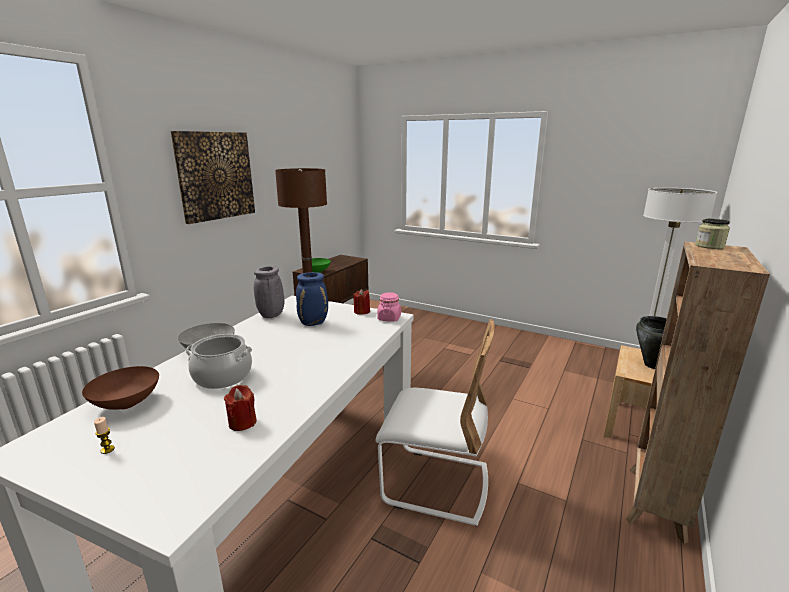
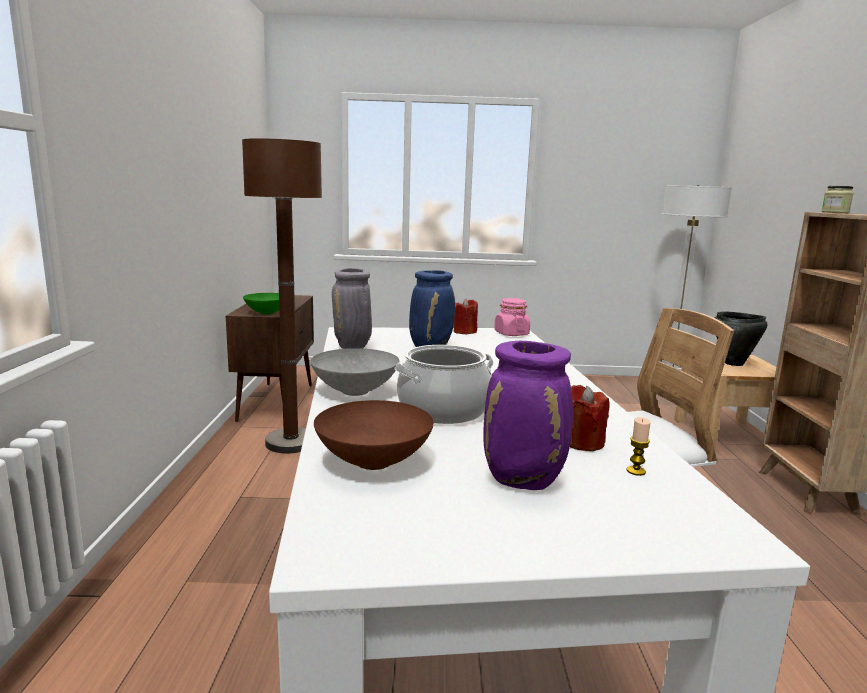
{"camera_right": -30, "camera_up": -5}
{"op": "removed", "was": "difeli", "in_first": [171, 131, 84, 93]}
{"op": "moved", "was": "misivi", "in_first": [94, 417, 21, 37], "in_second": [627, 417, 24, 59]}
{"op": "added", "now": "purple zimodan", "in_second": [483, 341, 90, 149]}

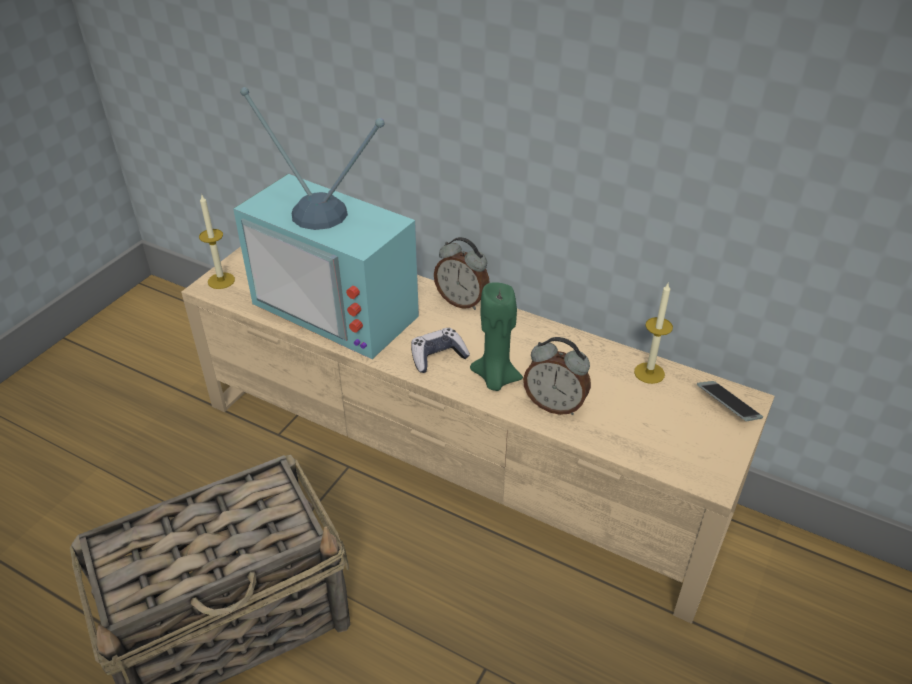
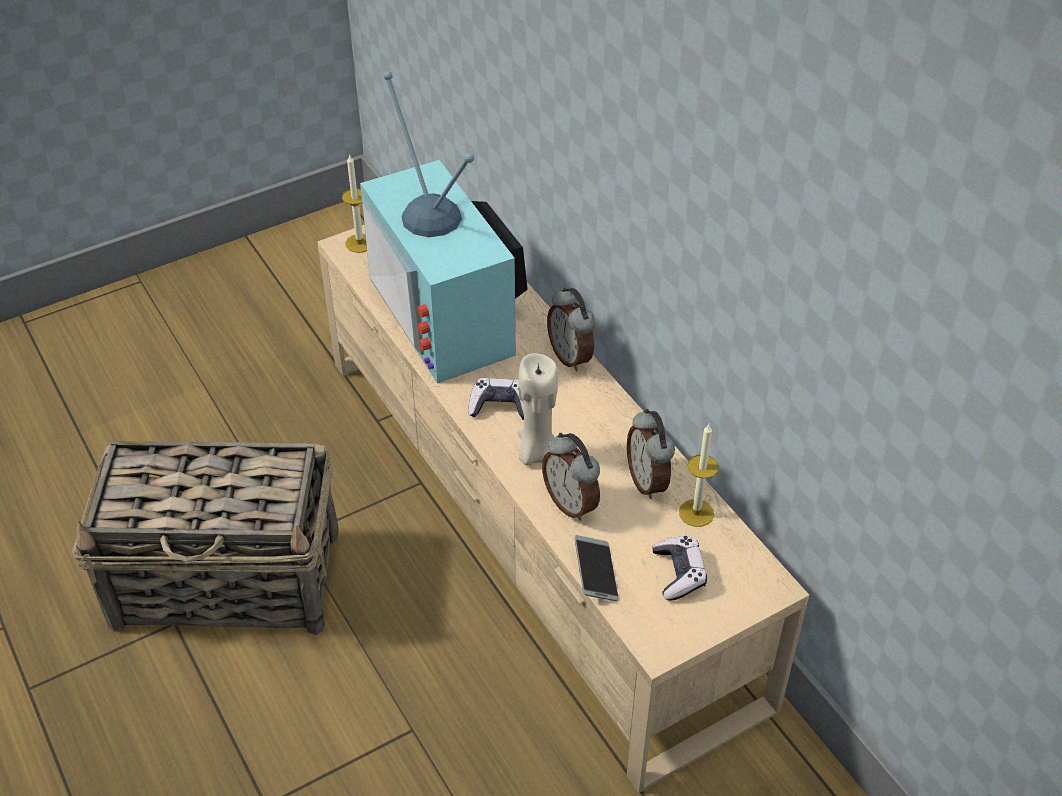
{"camera_right": 30, "camera_up": 5}
{"op": "recoloured", "was": "green misivi", "now": "beige misivi", "in_first": [470, 282, 53, 109], "in_second": [518, 353, 40, 113]}
{"op": "moved", "was": "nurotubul", "in_first": [697, 381, 66, 40], "in_second": [574, 535, 45, 67]}
{"op": "added", "now": "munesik", "in_second": [627, 409, 48, 90]}
{"op": "added", "now": "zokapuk", "in_second": [652, 536, 55, 65]}

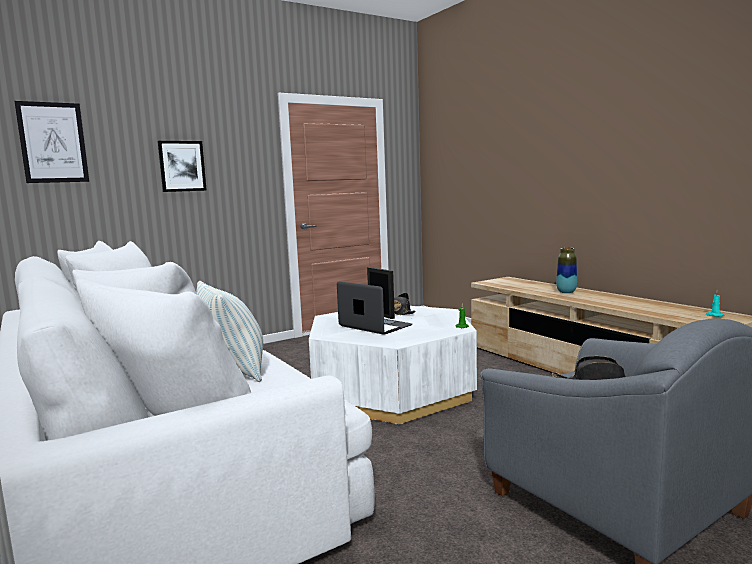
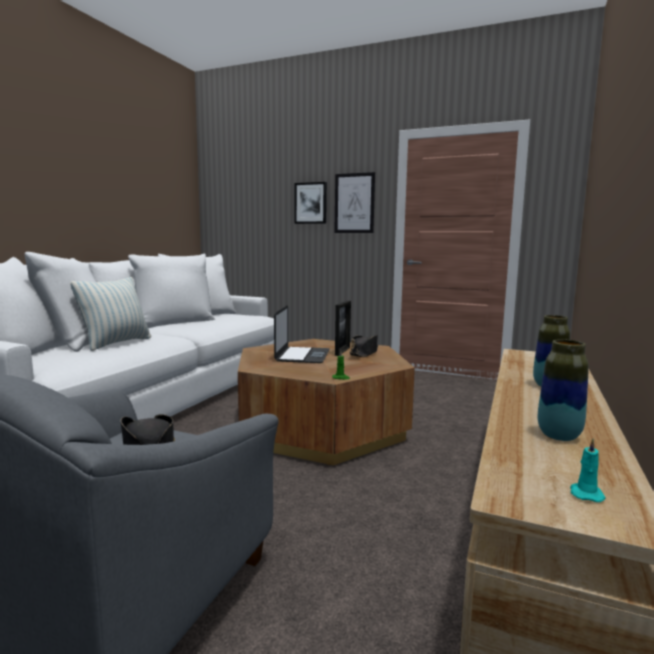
{"camera_right": 55, "camera_up": 0}
{"op": "moved", "was": "difeli", "in_first": [14, 101, 75, 82], "in_second": [335, 172, 40, 61]}
{"op": "recoloured", "was": "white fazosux", "now": "brown fazosux", "in_first": [309, 306, 168, 118], "in_second": [238, 339, 177, 126]}
{"op": "added", "now": "zimodan", "in_second": [538, 339, 51, 102]}

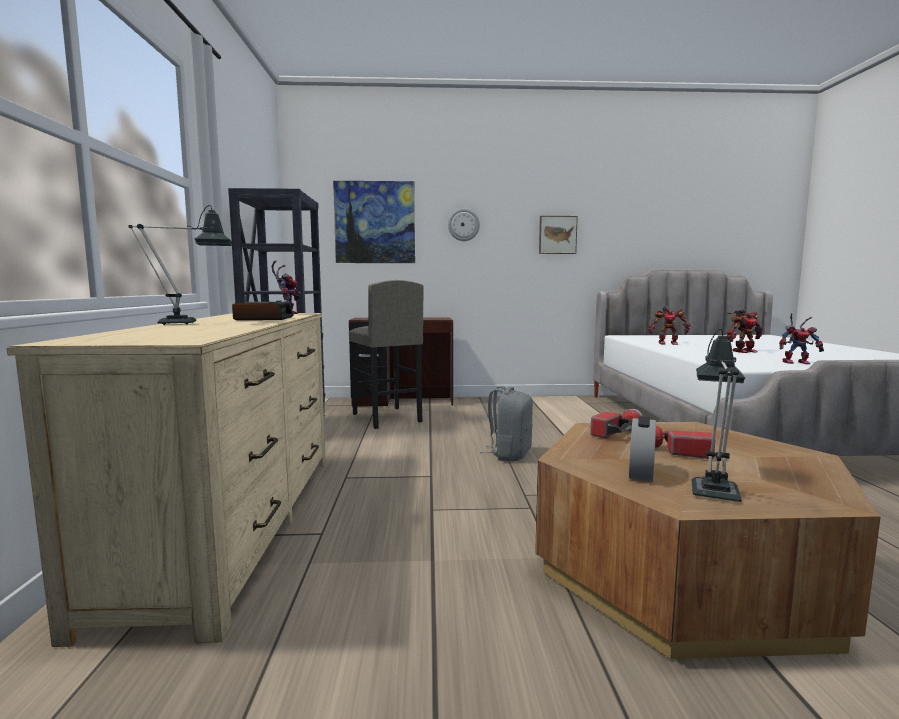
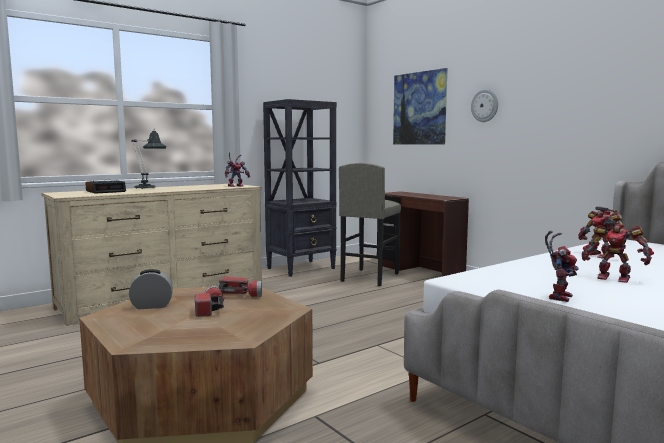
{"camera_right": 55, "camera_up": 0}
{"op": "removed", "was": "difeli", "in_first": [539, 216, 39, 38]}
{"op": "moved", "was": "munesik", "in_first": [232, 300, 62, 20], "in_second": [85, 180, 41, 14]}
{"op": "turned", "was": "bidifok", "in_first": [779, 313, 45, 51], "in_second": [545, 231, 34, 71], "clockwise": -120}
{"op": "removed", "was": "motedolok", "in_first": [692, 329, 53, 173]}
{"op": "removed", "was": "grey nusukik", "in_first": [480, 385, 53, 76]}

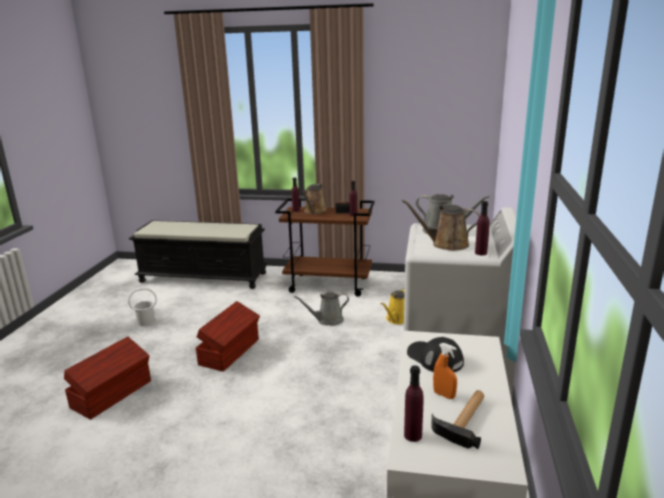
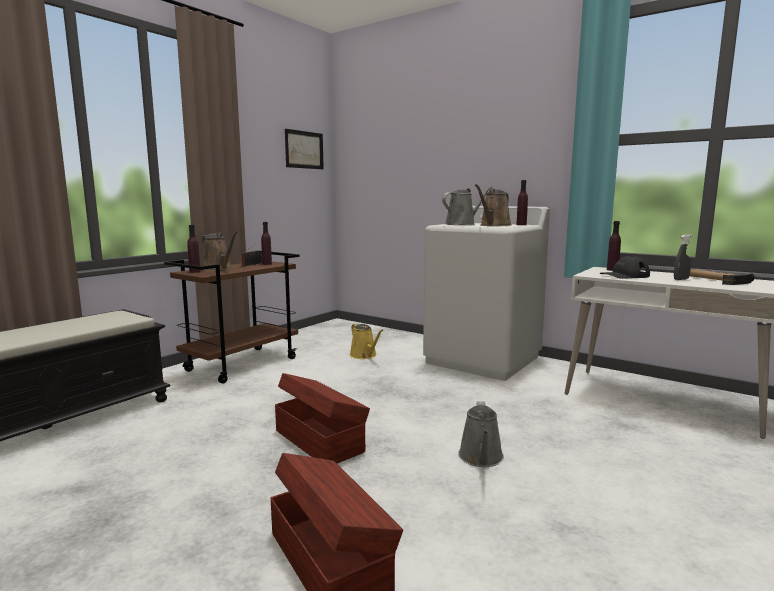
{"camera_right": -65, "camera_up": -10}
{"op": "removed", "was": "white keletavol", "in_first": [128, 288, 29, 38]}
{"op": "moved", "was": "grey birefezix", "in_first": [294, 292, 55, 34], "in_second": [458, 401, 46, 66]}
{"op": "recoloured", "was": "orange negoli", "now": "grey negoli", "in_first": [433, 343, 24, 56], "in_second": [674, 234, 18, 46]}
{"op": "moved", "was": "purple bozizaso", "in_first": [404, 365, 19, 77], "in_second": [607, 221, 14, 50]}
{"op": "added", "now": "difeli", "in_second": [285, 129, 39, 40]}

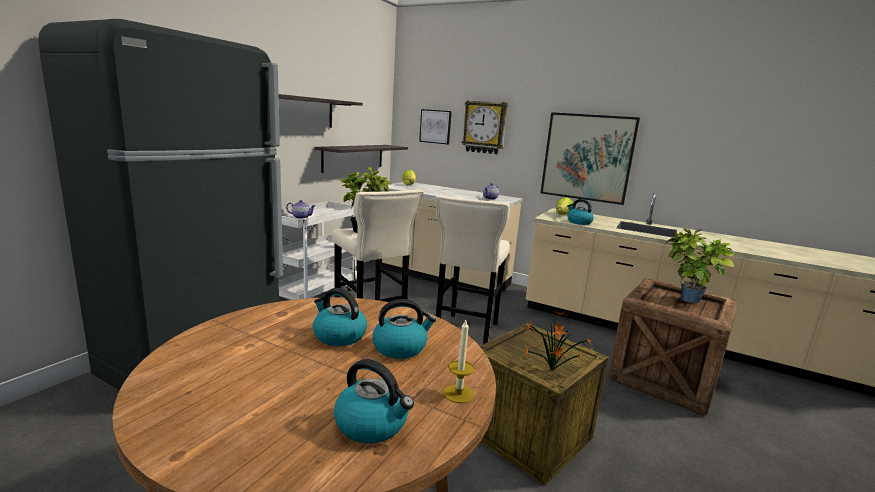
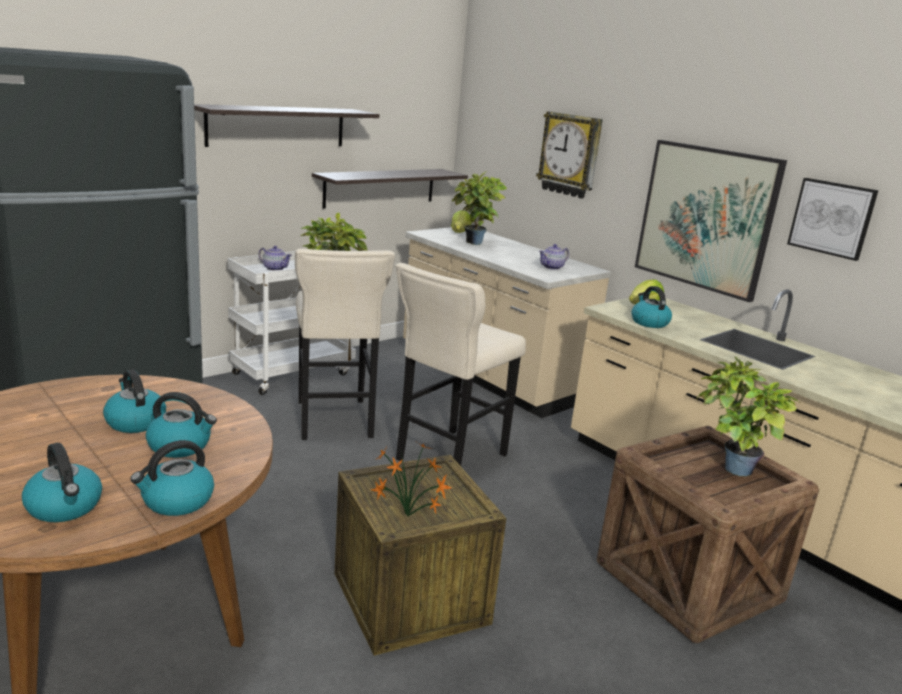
{"camera_right": 20, "camera_up": 5}
{"op": "moved", "was": "difeli", "in_first": [419, 109, 33, 36], "in_second": [787, 178, 92, 83]}
{"op": "replaced", "was": "misivi", "now": "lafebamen", "in_first": [444, 320, 30, 83], "in_second": [130, 440, 84, 76]}
{"op": "added", "now": "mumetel", "in_second": [451, 171, 56, 74]}

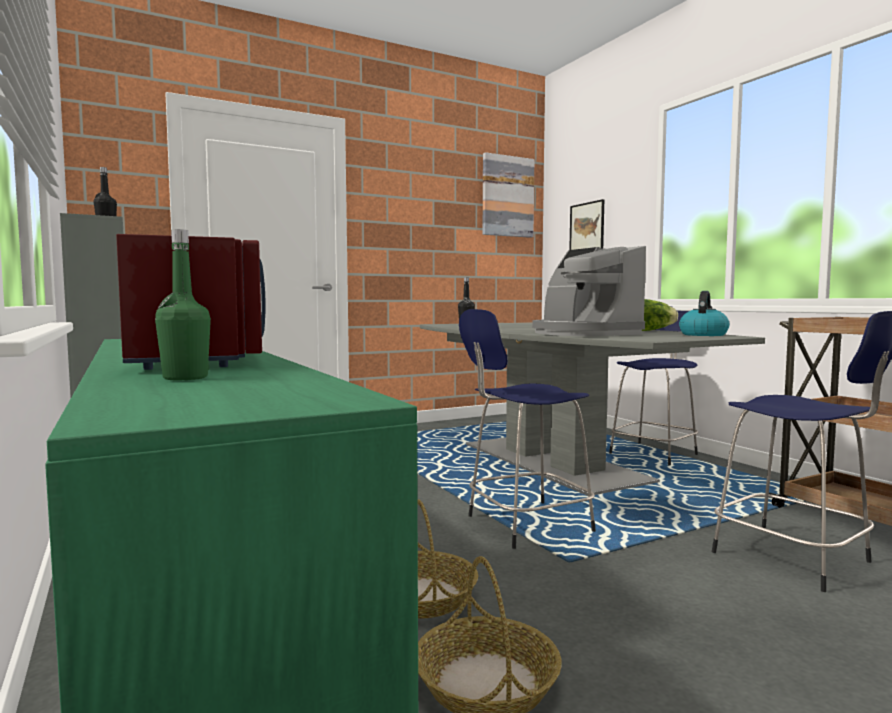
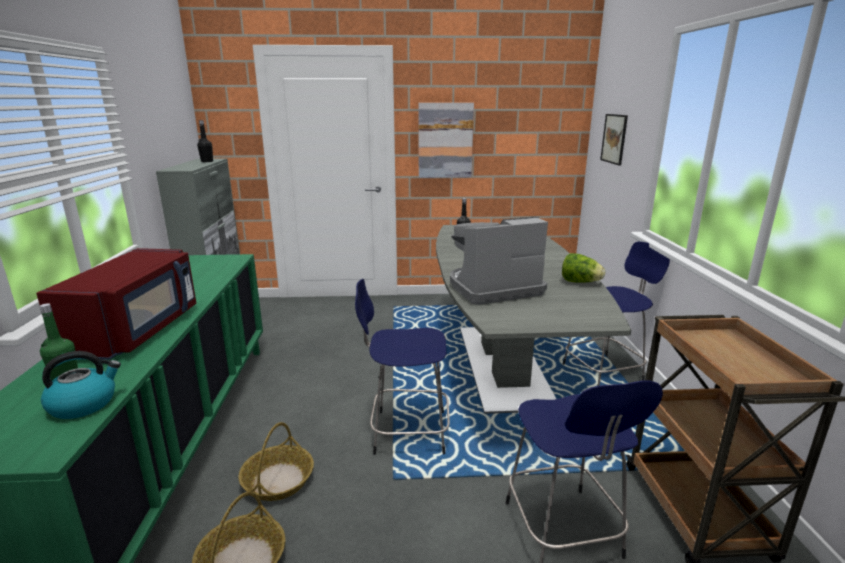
{"camera_right": 25, "camera_up": 15}
{"op": "moved", "was": "difeli", "in_first": [483, 152, 51, 86], "in_second": [418, 103, 56, 75]}
{"op": "turned", "was": "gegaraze", "in_first": [532, 246, 114, 90], "in_second": [450, 216, 98, 89], "clockwise": 75}
{"op": "moved", "was": "lafebamen", "in_first": [679, 291, 51, 45], "in_second": [41, 351, 80, 68]}

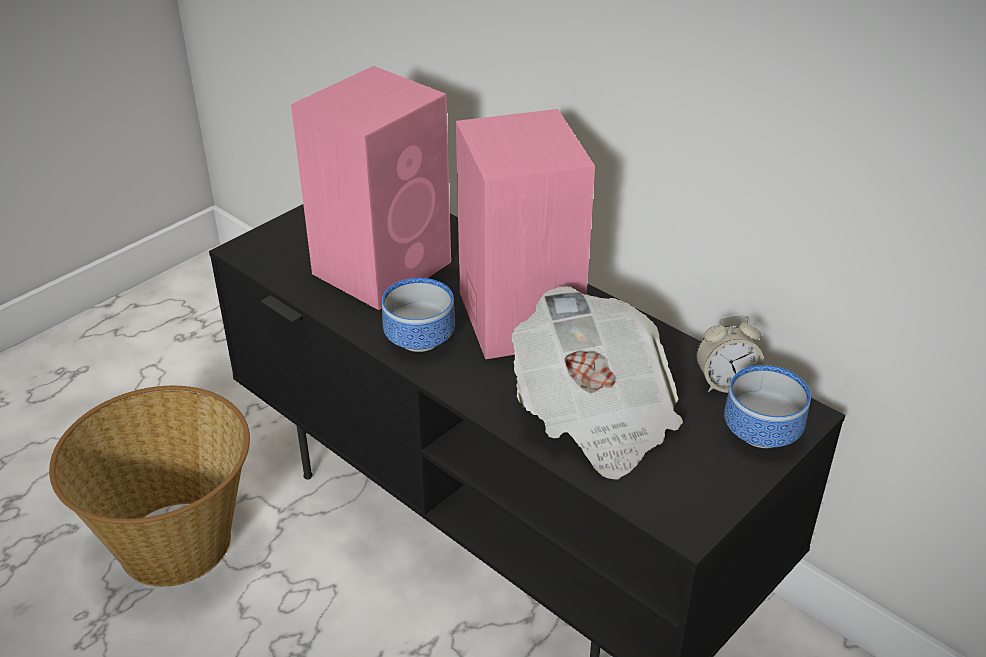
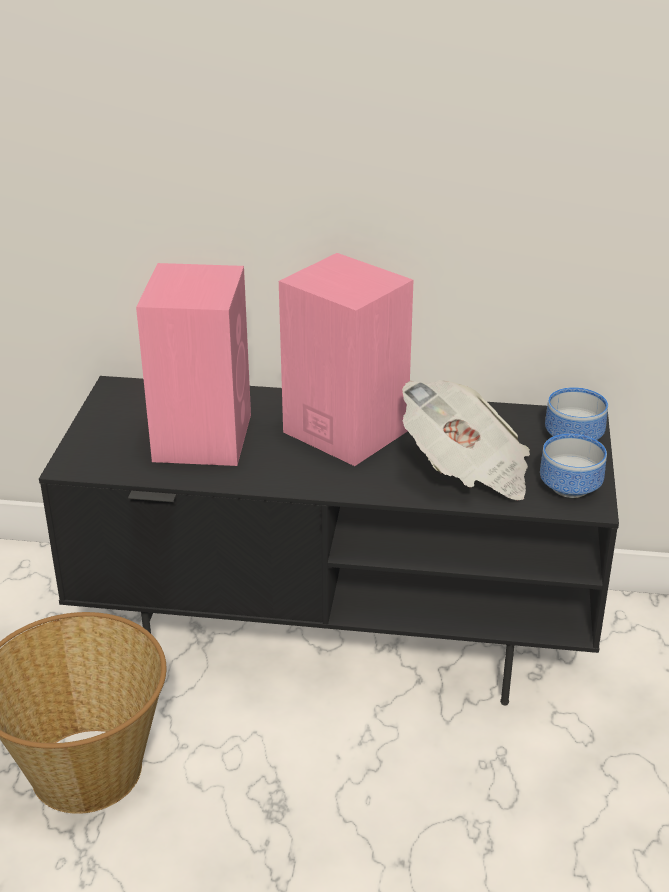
{"camera_right": -35, "camera_up": -5}
{"op": "moved", "was": "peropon", "in_first": [382, 278, 73, 74], "in_second": [540, 434, 67, 64]}
{"op": "removed", "was": "munesik", "in_first": [696, 315, 68, 78]}

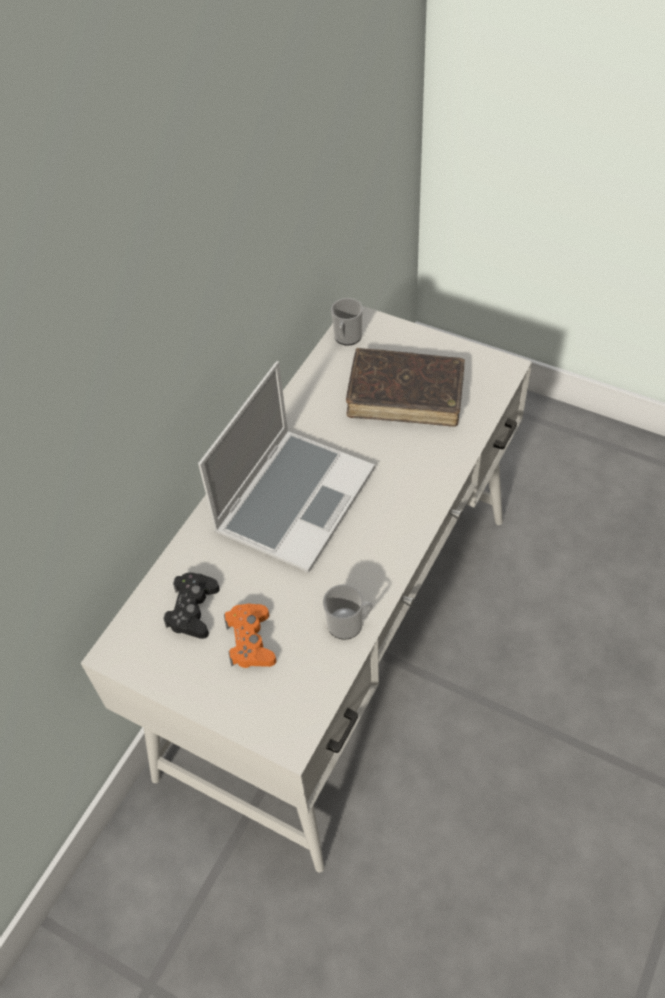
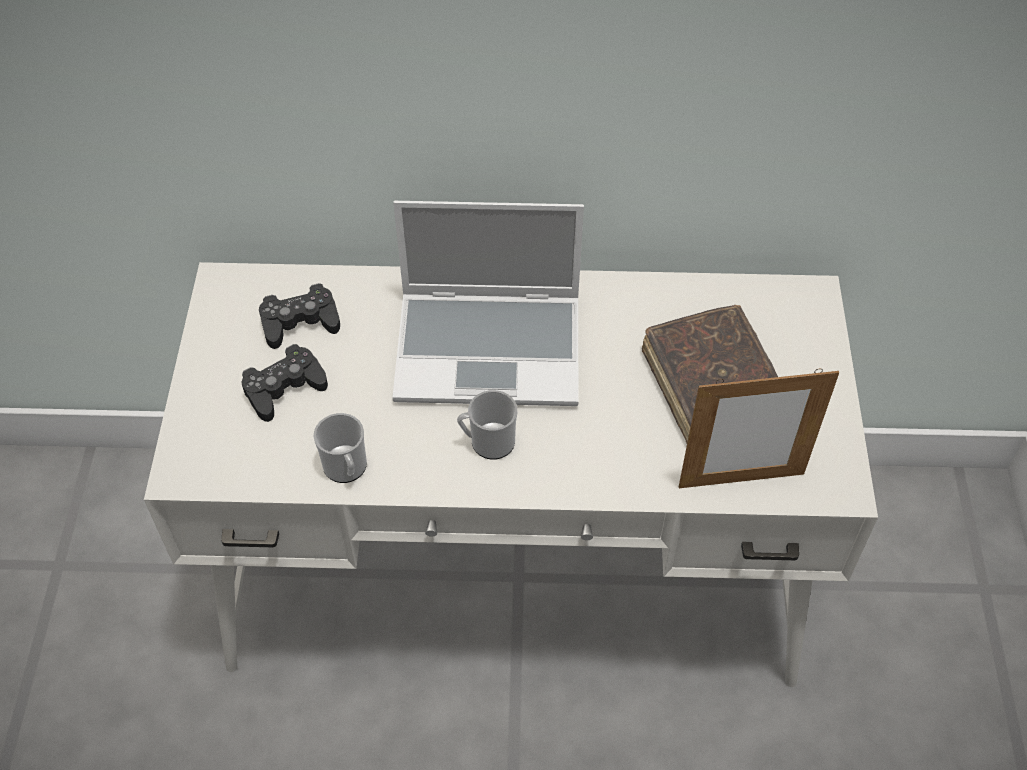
{"camera_right": 60, "camera_up": 0}
{"op": "moved", "was": "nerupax", "in_first": [331, 298, 32, 48], "in_second": [457, 390, 60, 70]}
{"op": "recoloured", "was": "orange zokapuk", "now": "black zokapuk", "in_first": [224, 603, 52, 65], "in_second": [241, 344, 87, 78]}
{"op": "added", "now": "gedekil", "in_second": [679, 369, 160, 119]}

